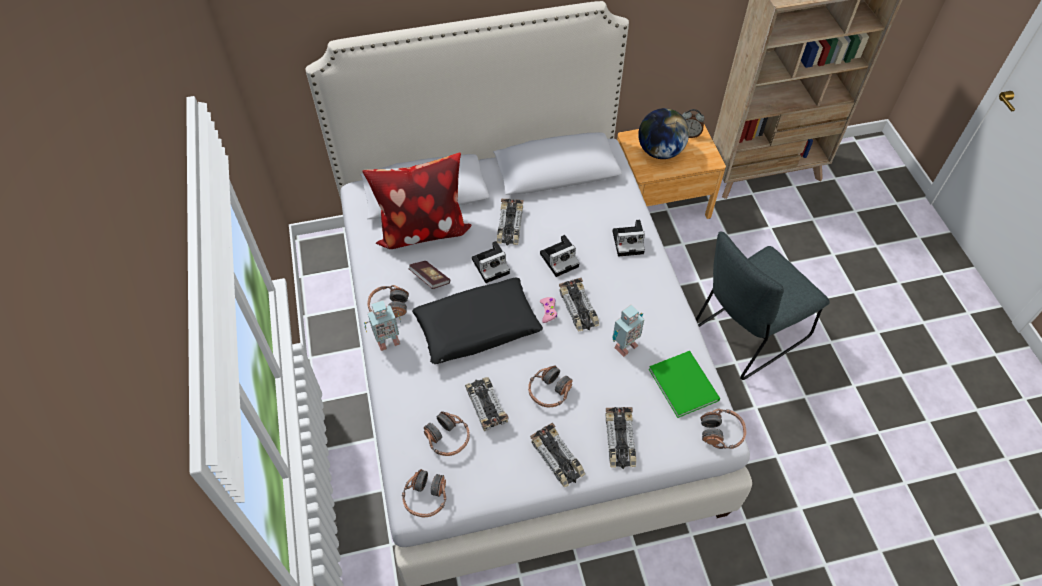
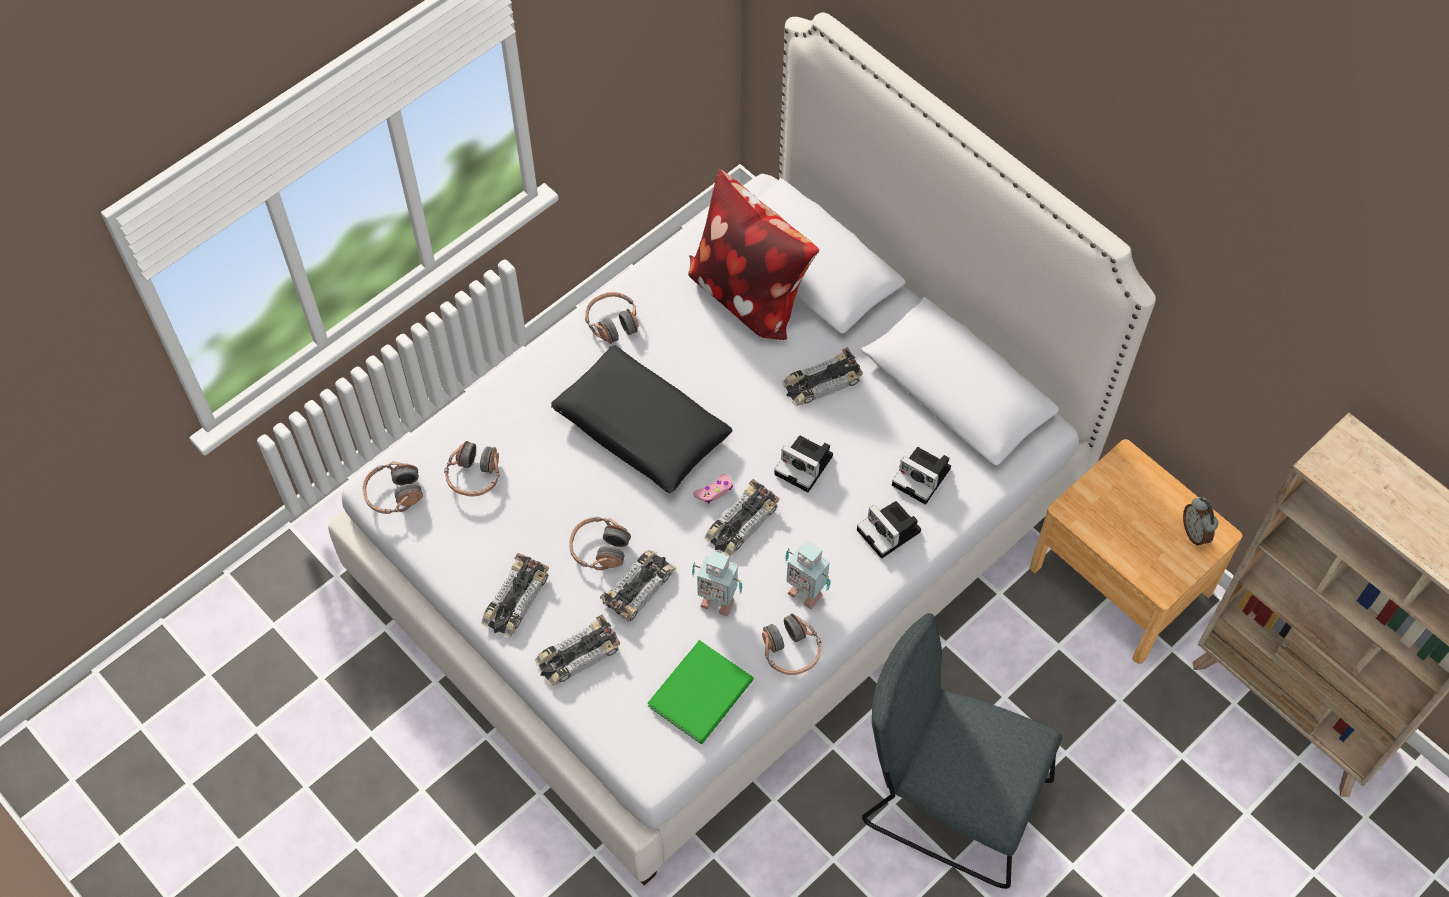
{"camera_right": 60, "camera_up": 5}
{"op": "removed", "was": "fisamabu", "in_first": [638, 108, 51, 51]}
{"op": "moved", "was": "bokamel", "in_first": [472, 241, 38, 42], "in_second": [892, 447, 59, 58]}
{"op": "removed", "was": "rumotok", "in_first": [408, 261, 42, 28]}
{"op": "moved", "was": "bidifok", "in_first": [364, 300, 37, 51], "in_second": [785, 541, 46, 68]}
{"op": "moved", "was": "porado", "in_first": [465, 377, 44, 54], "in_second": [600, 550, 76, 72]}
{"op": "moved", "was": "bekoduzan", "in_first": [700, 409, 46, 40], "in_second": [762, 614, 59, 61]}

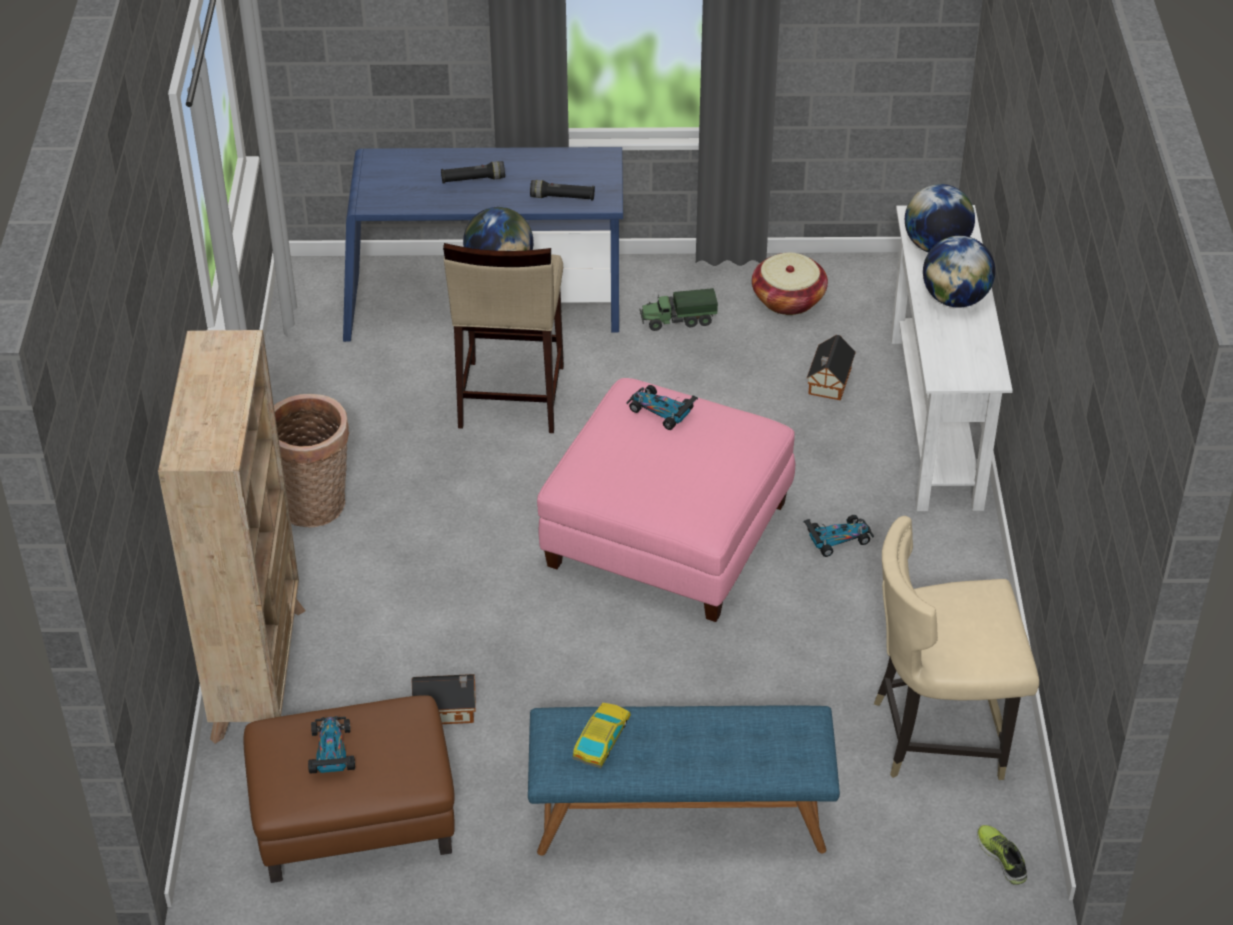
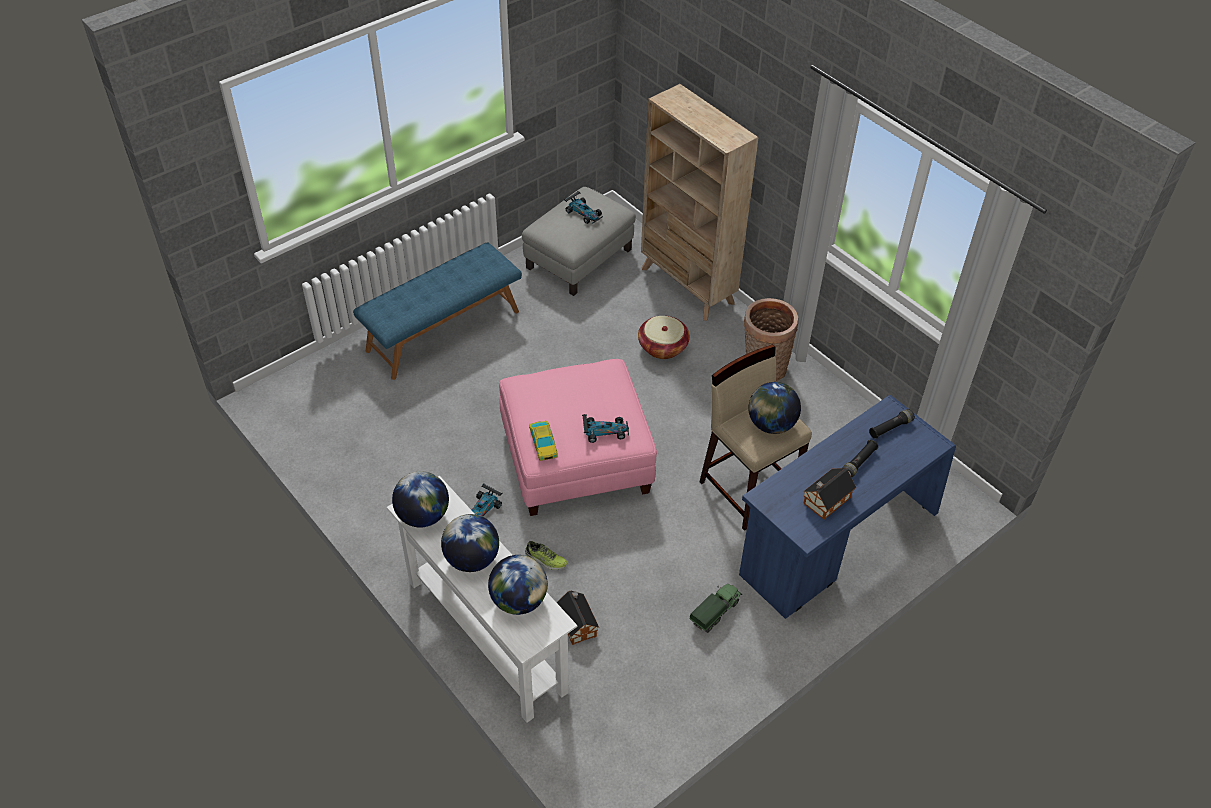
{"camera_right": 140, "camera_up": 5}
{"op": "moved", "was": "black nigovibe", "in_first": [530, 180, 65, 21], "in_second": [869, 409, 46, 30]}
{"op": "moved", "was": "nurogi", "in_first": [752, 253, 76, 62], "in_second": [638, 316, 52, 43]}
{"op": "removed", "was": "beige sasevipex", "in_first": [874, 516, 165, 264]}
{"op": "moved", "was": "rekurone", "in_first": [412, 674, 64, 50], "in_second": [803, 468, 53, 51]}
{"op": "recoloured", "was": "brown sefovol", "now": "grey sefovol", "in_first": [244, 695, 211, 188], "in_second": [522, 187, 114, 109]}
{"op": "moved", "was": "porado", "in_first": [572, 703, 59, 65], "in_second": [529, 421, 29, 40]}
{"op": "moved", "was": "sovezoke", "in_first": [977, 825, 50, 60], "in_second": [525, 541, 42, 29]}
{"op": "added", "now": "fisamabu", "in_second": [392, 471, 57, 57]}

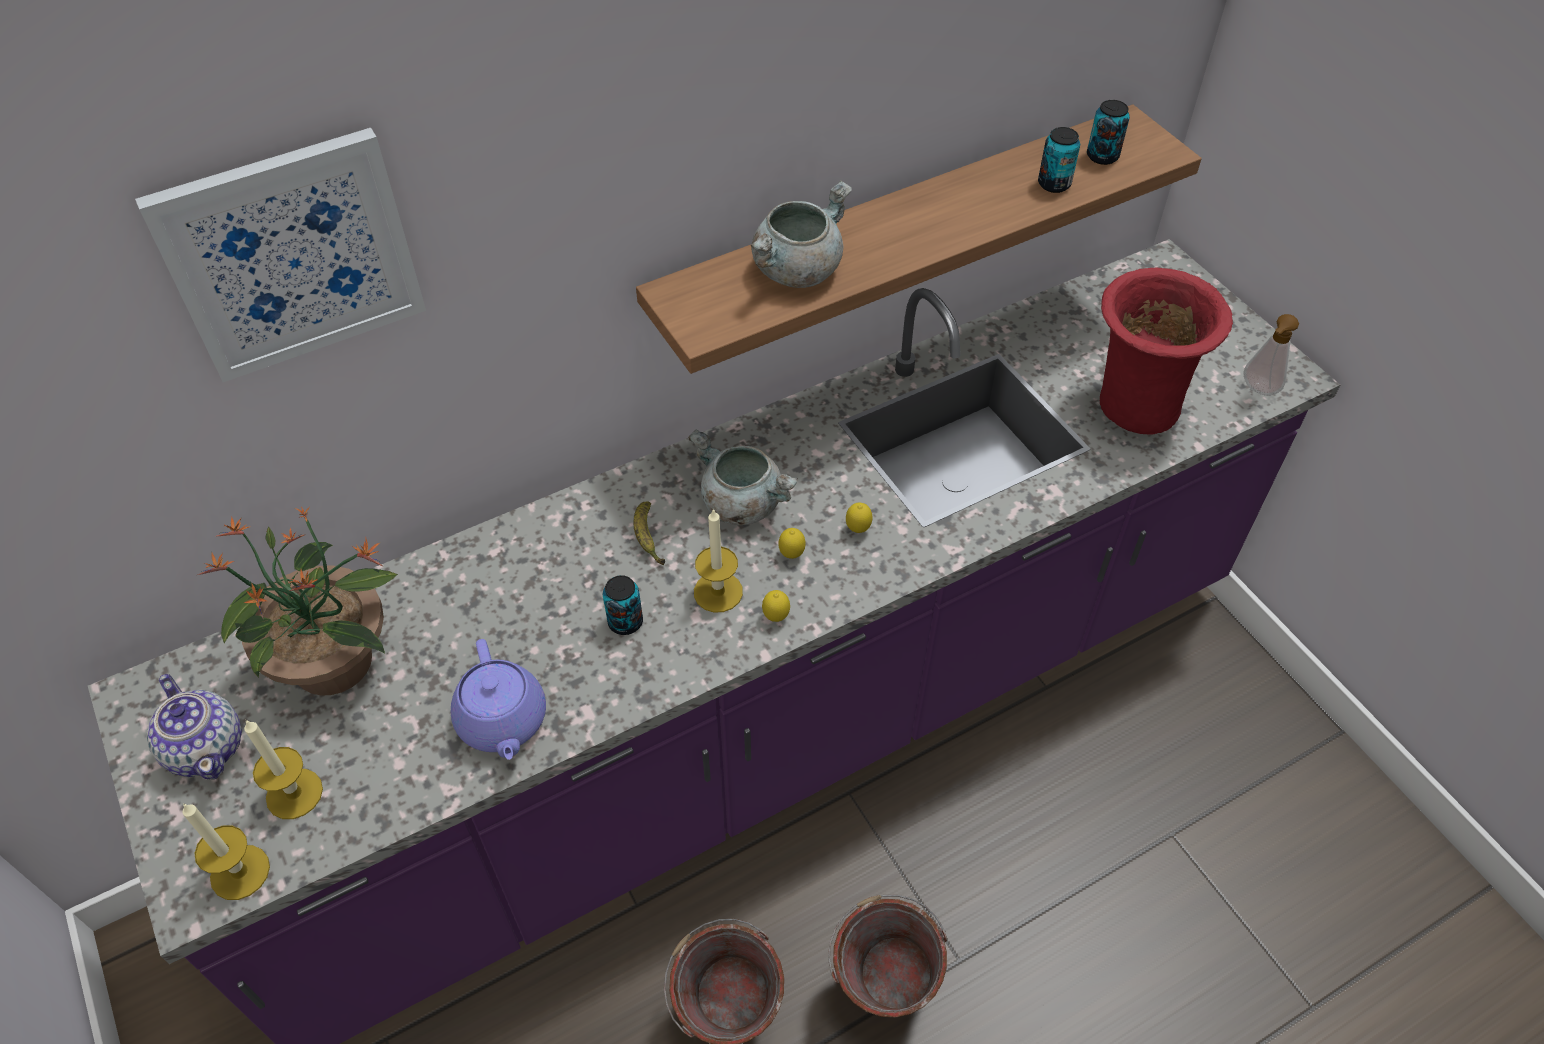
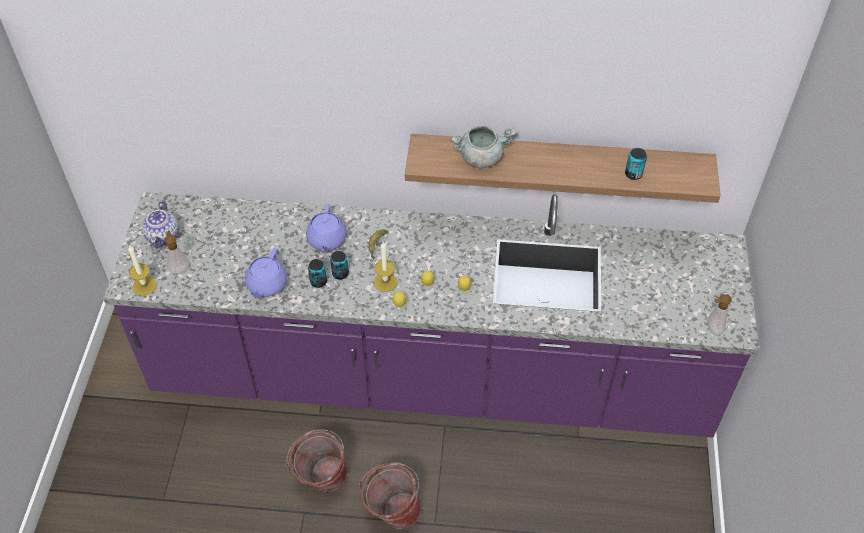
{"camera_right": 35, "camera_up": 0}
{"op": "moved", "was": "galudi", "in_first": [1087, 100, 43, 65], "in_second": [308, 259, 19, 29]}
{"op": "removed", "was": "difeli", "in_first": [135, 128, 291, 254]}
{"op": "removed", "was": "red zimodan", "in_first": [1100, 268, 133, 167]}
{"op": "removed", "was": "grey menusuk", "in_first": [688, 429, 110, 96]}
{"op": "removed", "was": "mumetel", "in_first": [198, 507, 200, 188]}
{"op": "replaced", "was": "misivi", "now": "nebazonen", "in_first": [244, 720, 79, 99], "in_second": [165, 231, 25, 43]}
{"op": "added", "now": "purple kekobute", "in_second": [306, 204, 41, 49]}

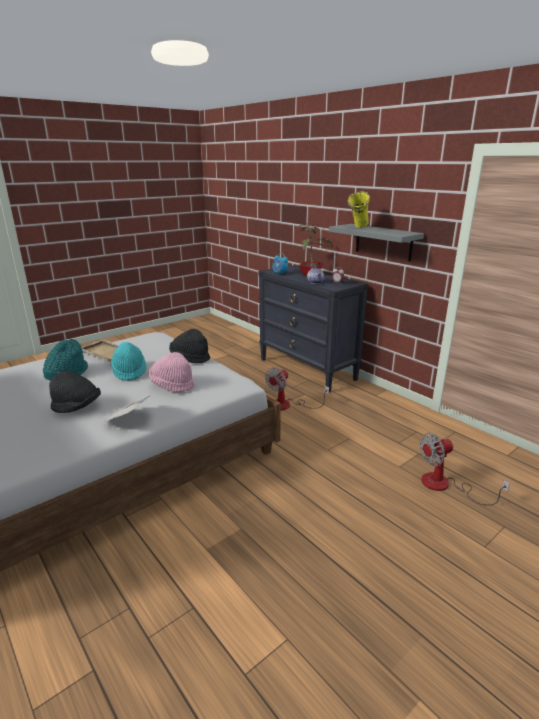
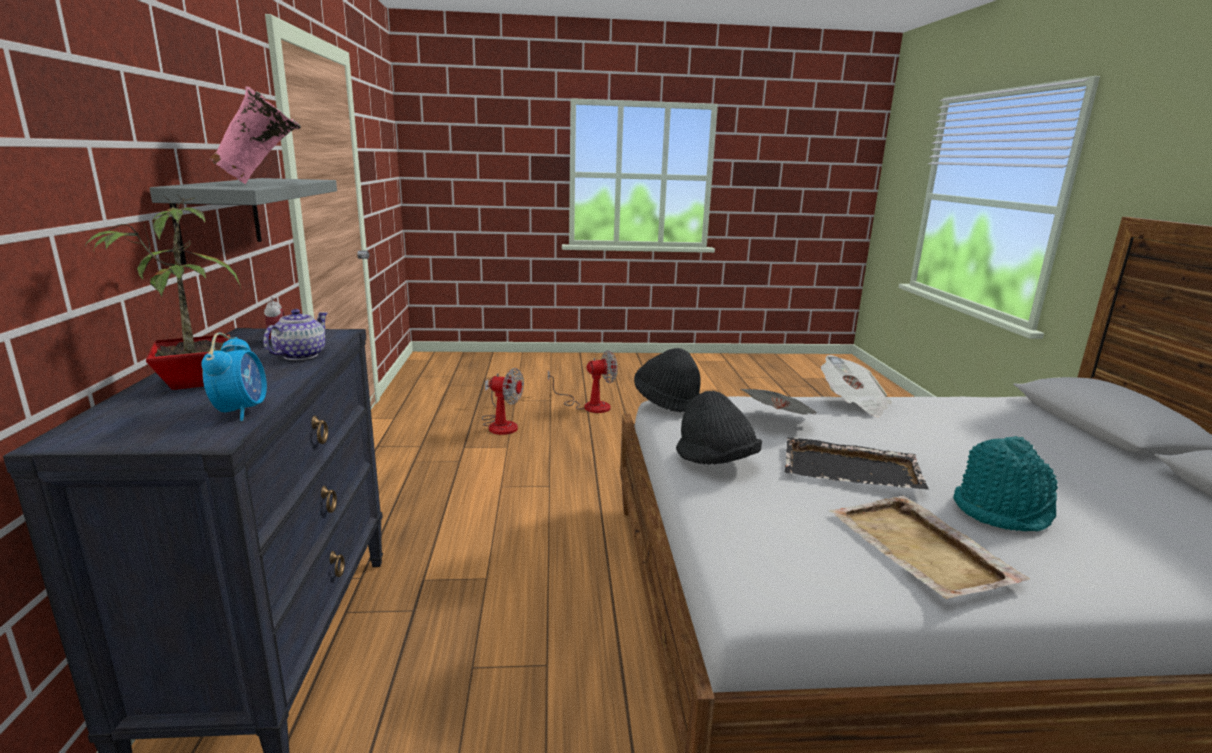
{"camera_right": -145, "camera_up": -5}
{"op": "recoloured", "was": "yellow zimodan", "now": "pink zimodan", "in_first": [348, 191, 22, 37], "in_second": [209, 86, 92, 98]}
{"op": "replaced", "was": "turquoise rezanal", "now": "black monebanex", "in_first": [111, 342, 36, 39], "in_second": [784, 438, 145, 52]}
{"op": "replaced", "was": "pink rezanal", "now": "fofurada", "in_first": [149, 352, 46, 40], "in_second": [740, 389, 77, 26]}
{"op": "moved", "was": "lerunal", "in_first": [265, 368, 64, 42], "in_second": [548, 350, 70, 63]}
{"op": "moved", "was": "black rezanal", "in_first": [49, 370, 52, 43], "in_second": [634, 348, 67, 64]}

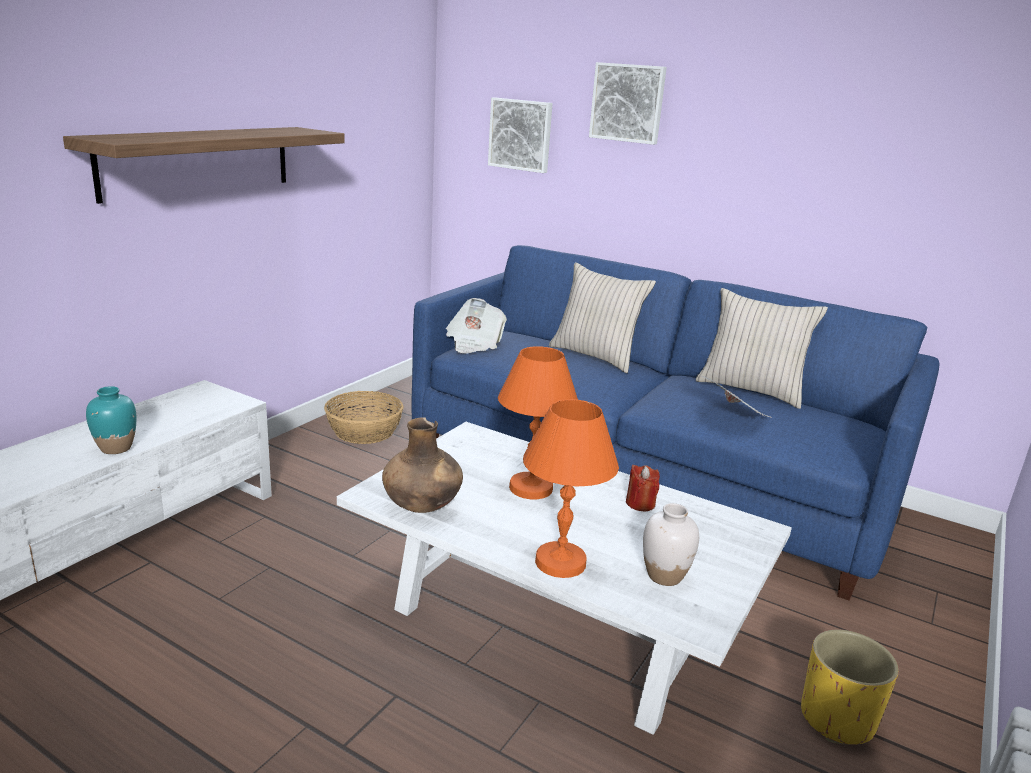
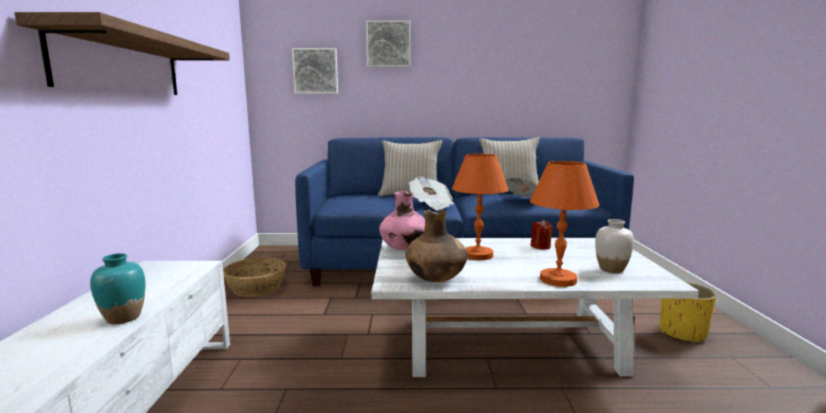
{"camera_right": -30, "camera_up": -10}
{"op": "moved", "was": "fofurada", "in_first": [446, 298, 61, 56], "in_second": [409, 177, 45, 33]}
{"op": "added", "now": "pink zimodan", "in_second": [379, 191, 46, 59]}

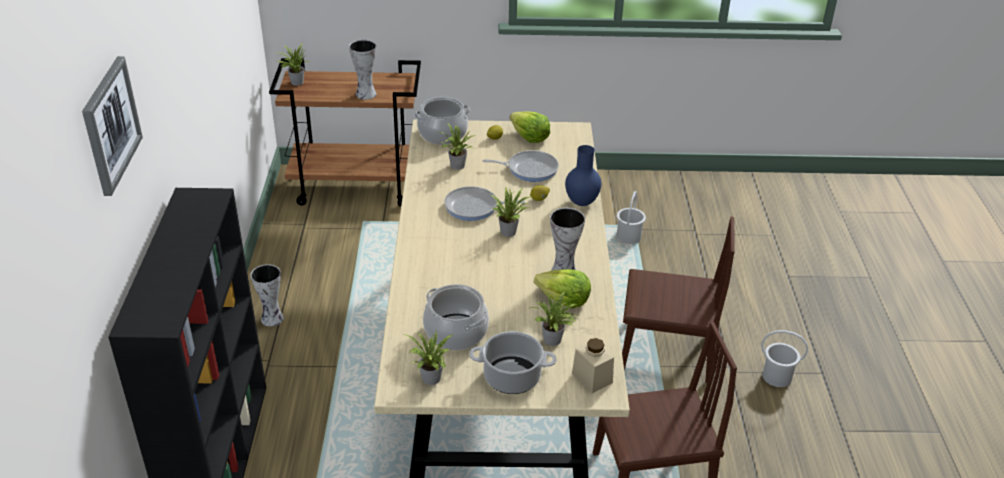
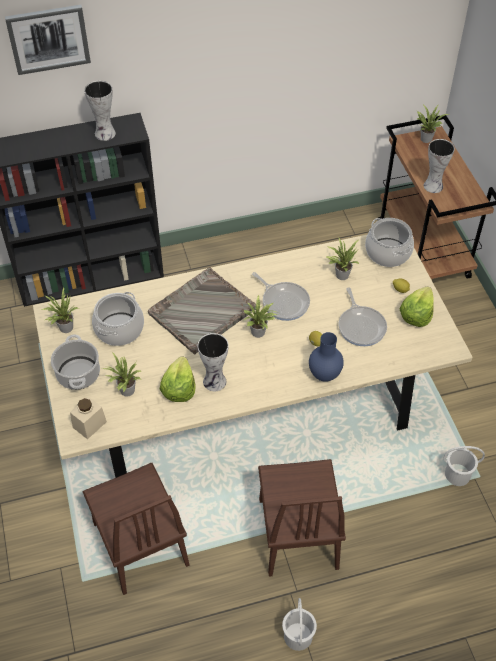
{"camera_right": 75, "camera_up": 15}
{"op": "turned", "was": "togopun", "in_first": [444, 186, 81, 35], "in_second": [252, 272, 58, 49], "clockwise": 150}
{"op": "moved", "was": "zimodan", "in_first": [251, 264, 33, 62], "in_second": [84, 81, 32, 60]}
{"op": "added", "now": "grey monebanex", "in_second": [148, 267, 108, 88]}

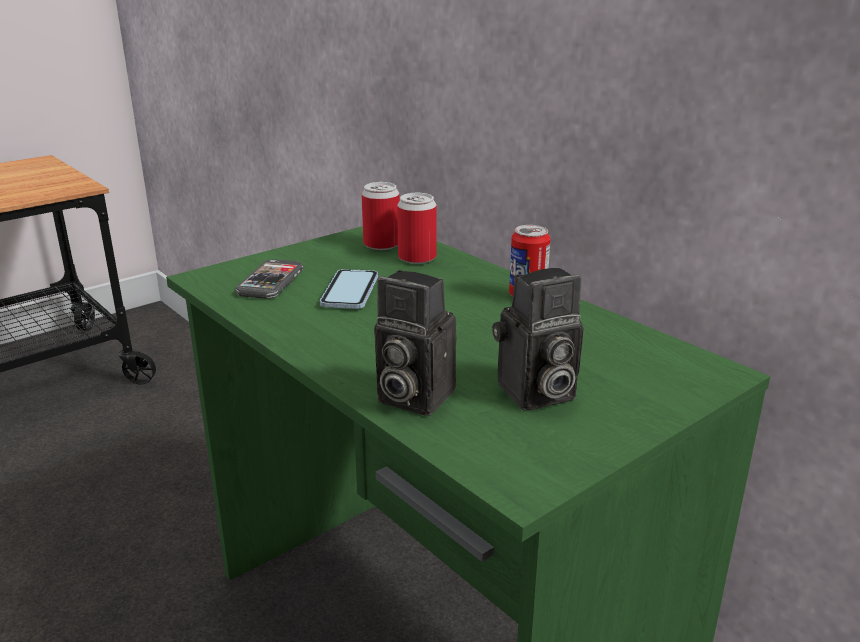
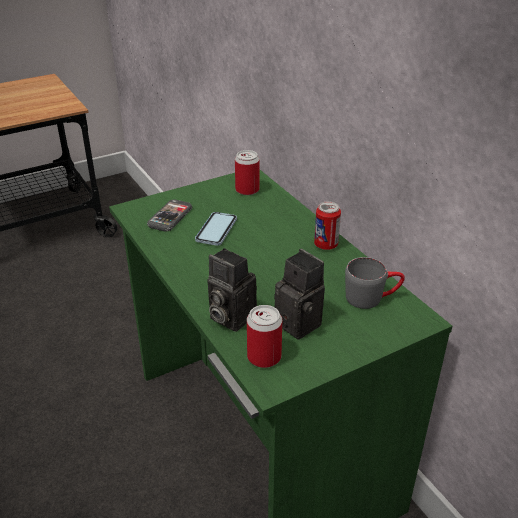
{"camera_right": 10, "camera_up": 10}
{"op": "moved", "was": "galudi", "in_first": [397, 193, 40, 71], "in_second": [247, 305, 35, 63]}
{"op": "turned", "was": "bokamel", "in_first": [492, 268, 92, 143], "in_second": [274, 249, 51, 91], "clockwise": -120}
{"op": "added", "now": "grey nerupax", "in_second": [345, 257, 60, 52]}

